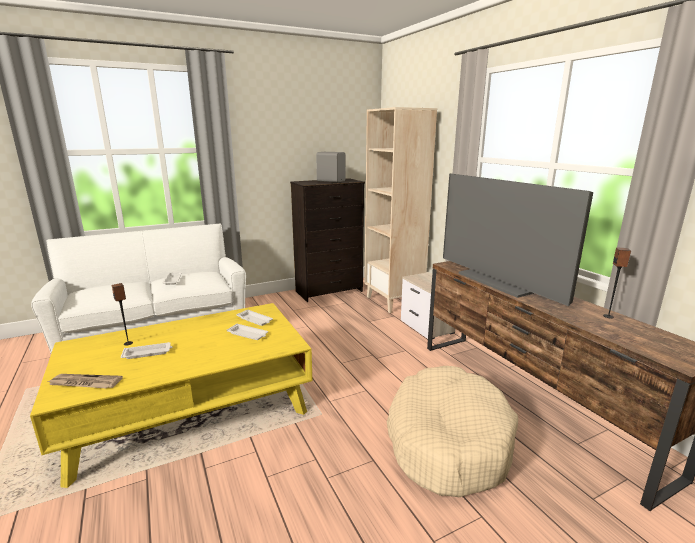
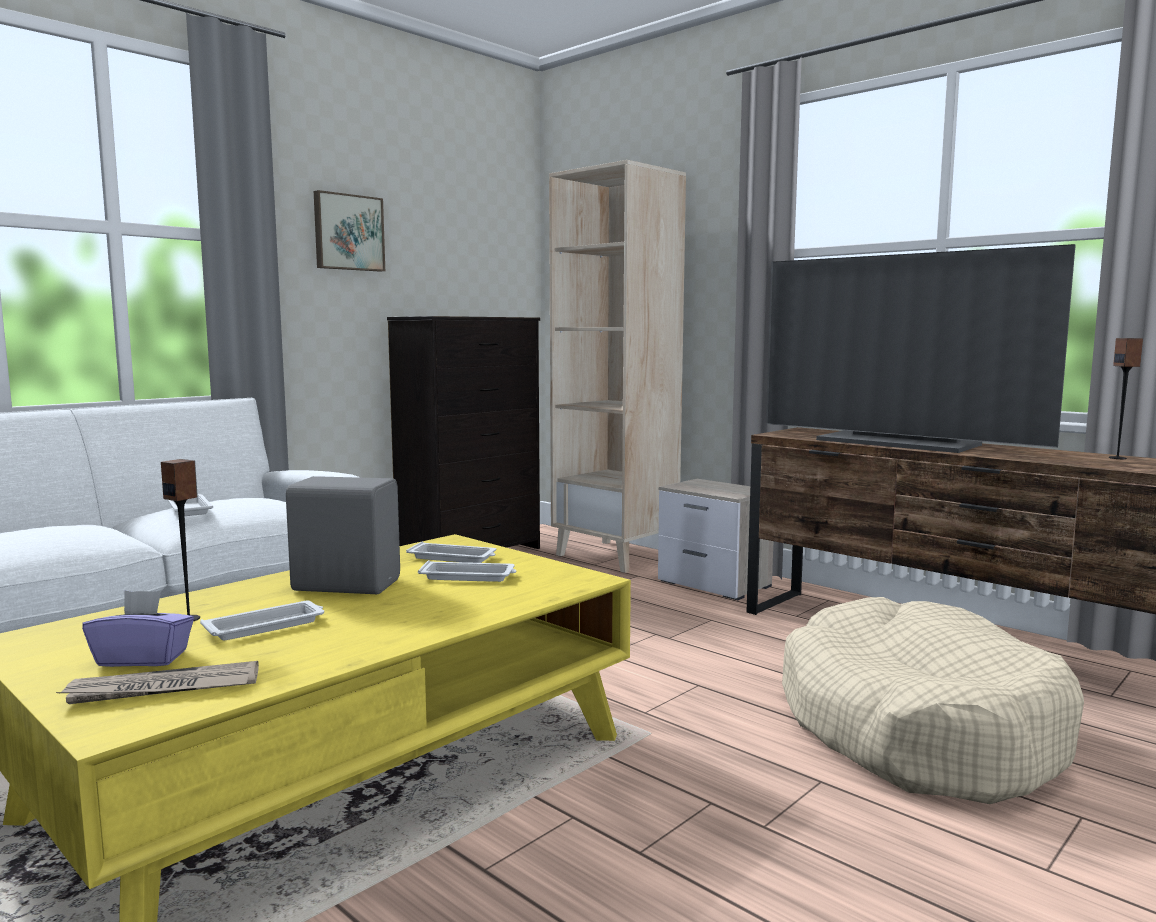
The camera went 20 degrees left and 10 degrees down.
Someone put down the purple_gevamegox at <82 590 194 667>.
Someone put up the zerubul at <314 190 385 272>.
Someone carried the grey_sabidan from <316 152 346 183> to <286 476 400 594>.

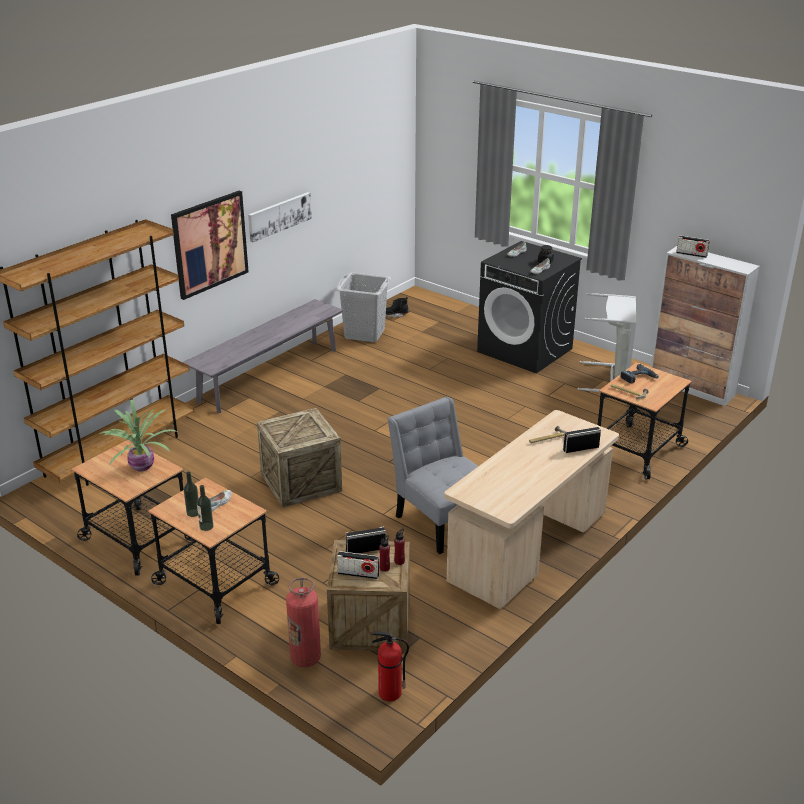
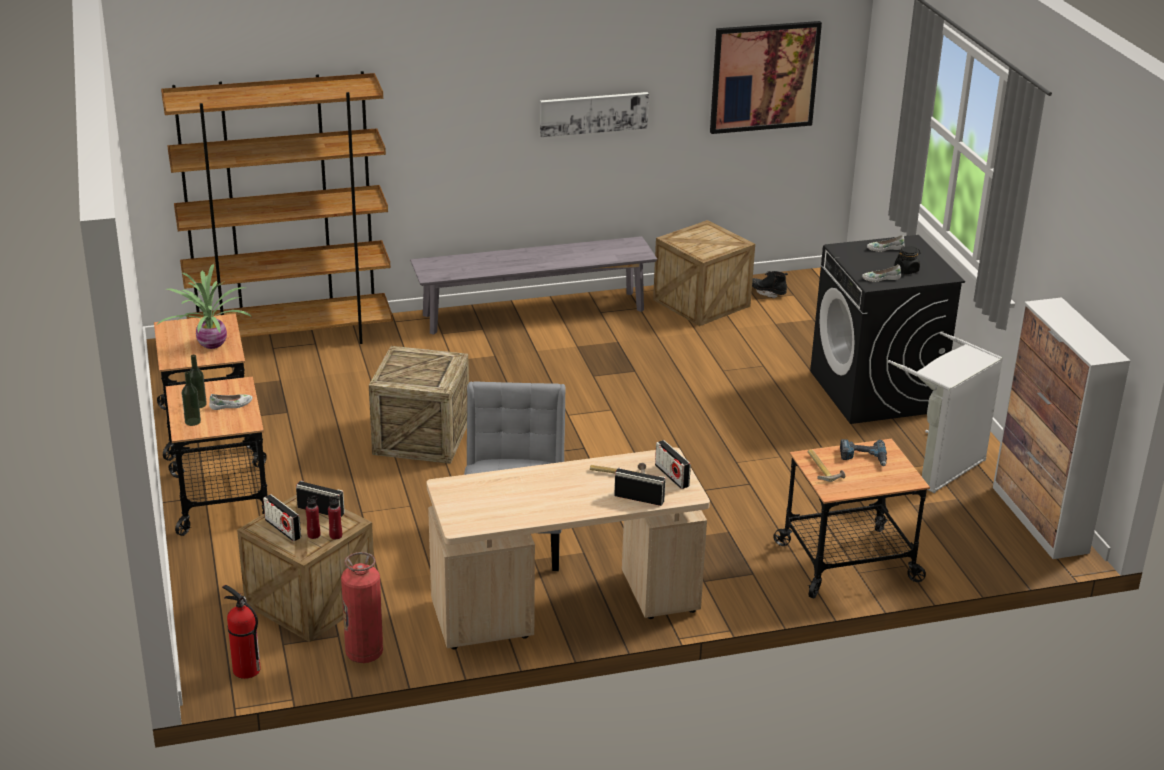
The camera went 35 degrees right and 0 degrees up.
Someone carried the zerubul from <171 191 249 300> to <710 21 822 134>.
Someone carried the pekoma from <286 578 321 667> to <341 552 383 663>.
Someone carried the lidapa from <676 236 710 258> to <655 440 691 489>.
Someone swapped the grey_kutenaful at <336 272 391 342> for the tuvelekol at <653 220 755 326>.

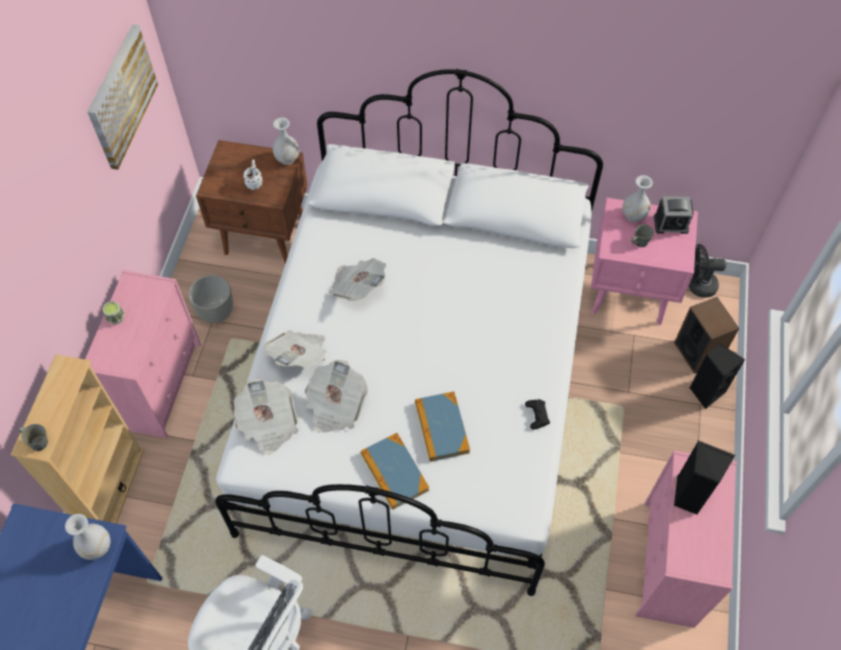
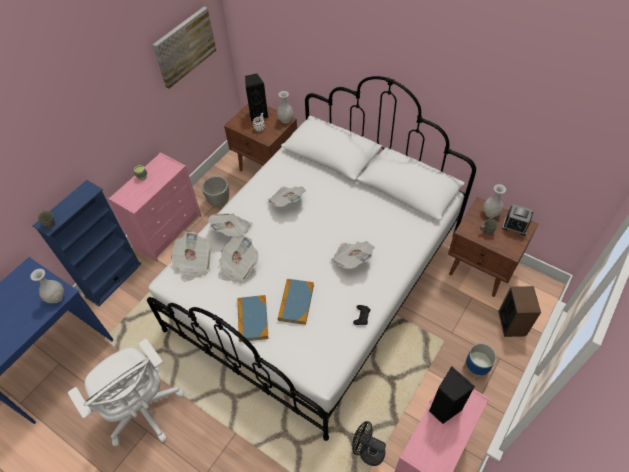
The camera went 25 degrees right and 5 degrees down.
Someone put down the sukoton at <331 242 375 269>.
Someone put down the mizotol at <463 343 496 381>.
Someone carried the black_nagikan from <689 244 726 298> to <352 421 386 466>.
Someone carried the black_sabidan from <689 344 745 409> to <245 74 268 121>.
Someone repainted the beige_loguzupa at <10 354 144 524>, which became the blue_loguzupa at <33 180 141 307>.
Someone repainted the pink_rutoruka at <591 198 698 325>, which became the brown_rutoruka at <448 197 538 297>.

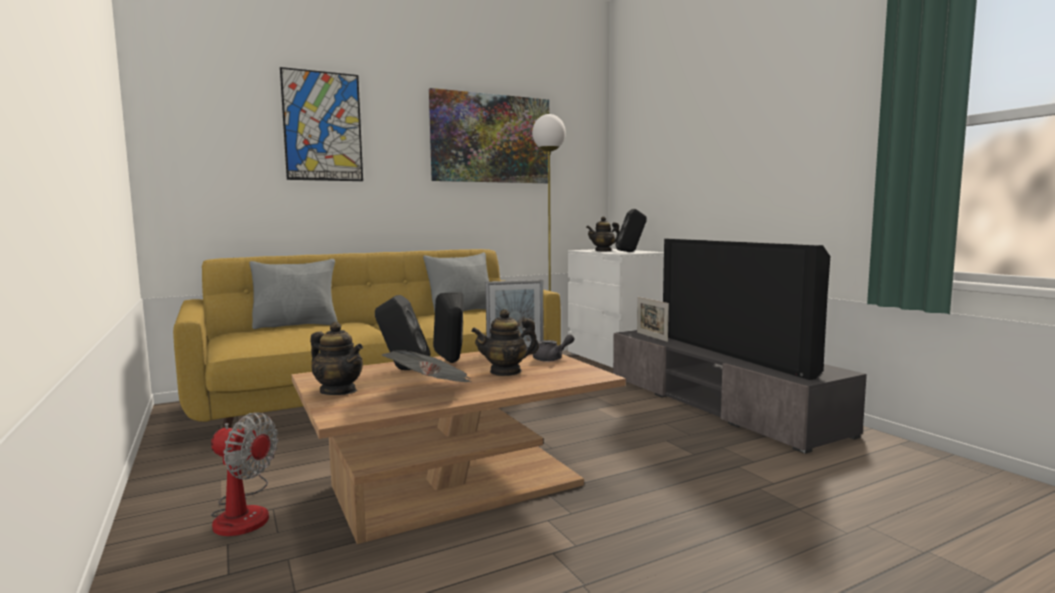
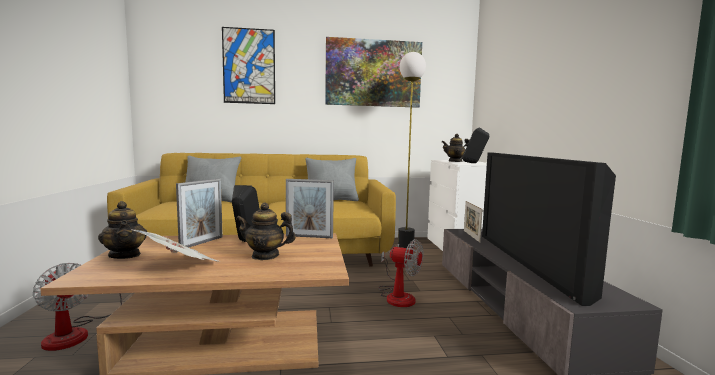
The camera went 20 degrees right and 0 degrees up.
Someone took away the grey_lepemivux at <533 334 575 362>.
Someone put down the nagikan at <378 239 423 307>.
Someone swapped the black_sabidan at <375 295 430 370> for the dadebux at <176 179 223 248>.

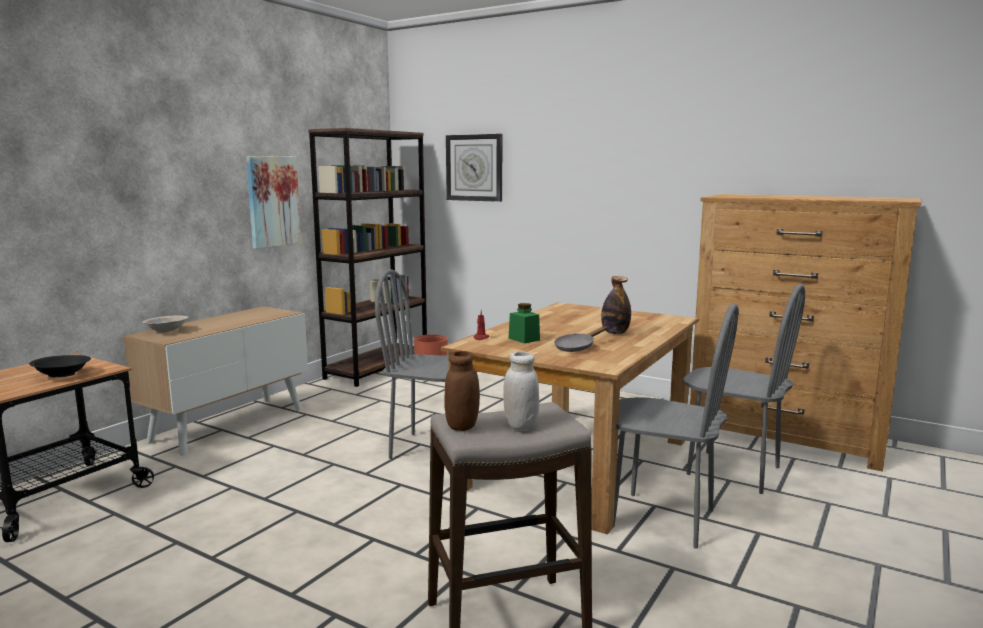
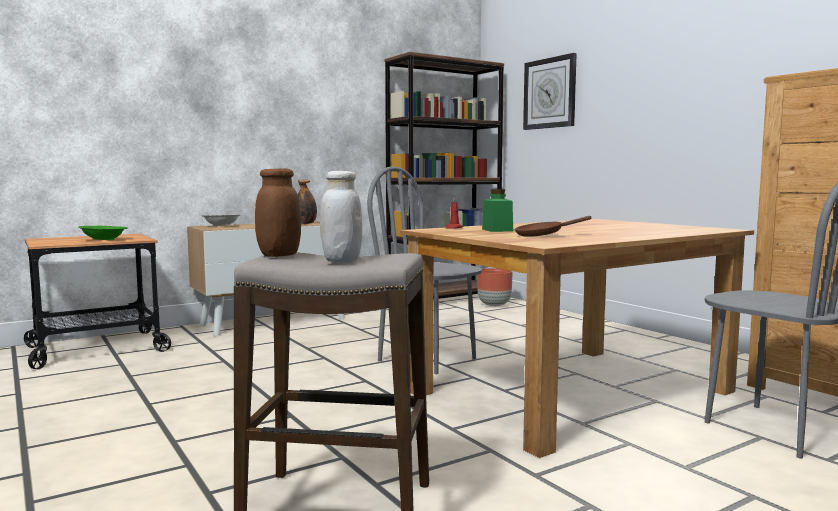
The camera went 25 degrees right and 5 degrees down.
Someone took away the zerubul at <246 156 301 249>.
Someone took away the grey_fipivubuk at <614 303 739 549>.
Someone carried the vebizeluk from <601 276 631 334> to <297 180 317 224>.
Someone repainted the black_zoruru at <29 355 91 377>, which became the green_zoruru at <78 226 128 240>.
Someone repainted the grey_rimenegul at <554 326 608 352>, which became the brown_rimenegul at <515 216 592 237>.

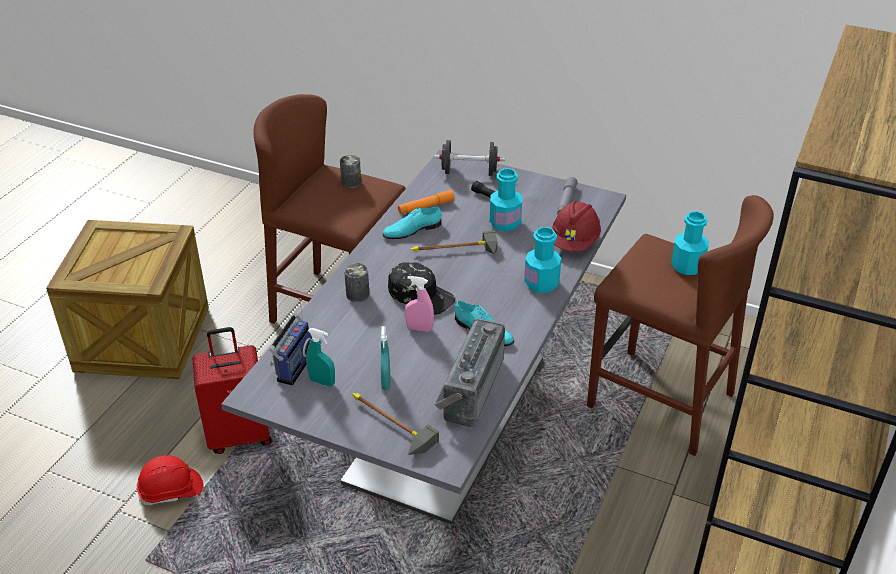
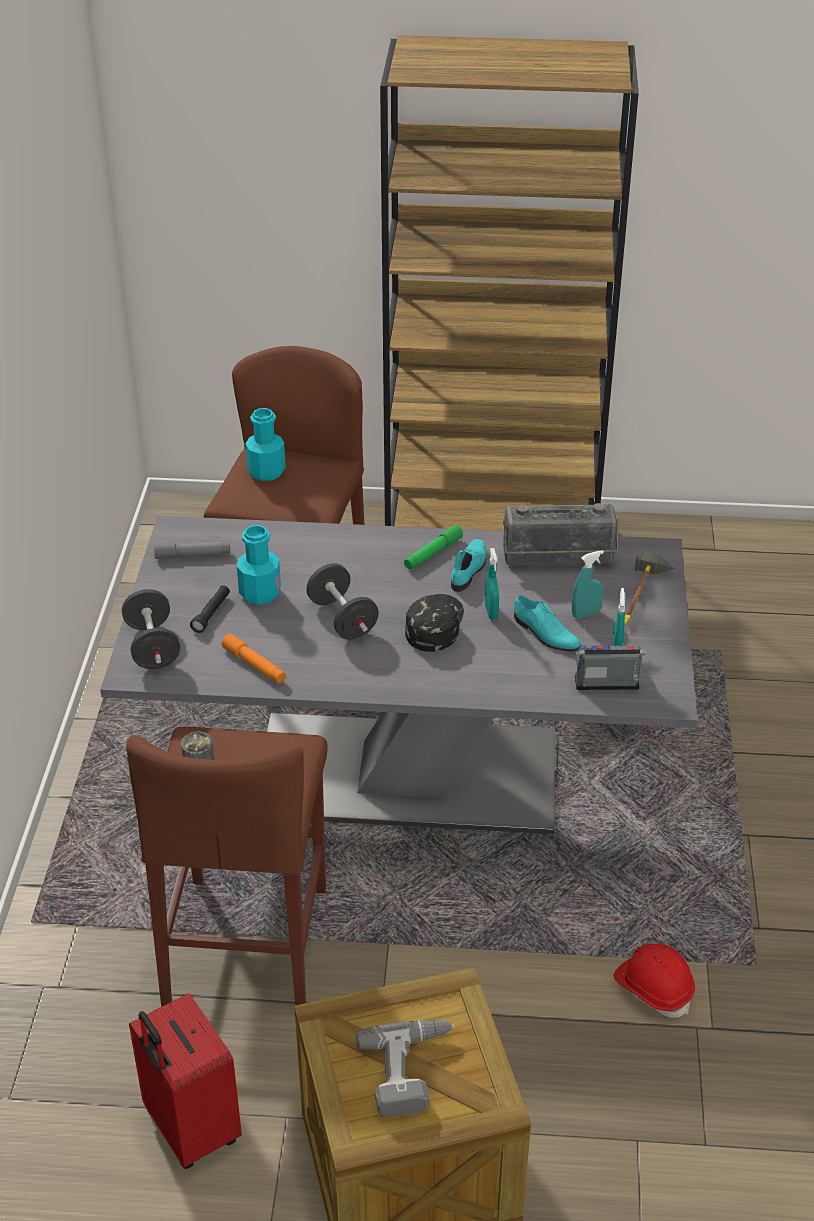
The camera went 110 degrees left and 0 degrees up.
Someone took away the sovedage at <344 263 370 302>.
Someone took away the turquoise_vebizeluk at <524 227 561 293>.
Someone took away the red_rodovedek at <552 201 601 251>.
Someone put down the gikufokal at <356 1020 454 1118>.
Someone put down the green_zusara at <404 525 463 570>.
Someone carried the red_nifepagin from <192 327 272 454> to <129 993 242 1169>.
Someone carried the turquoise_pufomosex from <382 207 442 239> to <514 595 581 651>.
Someone swapped the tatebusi at <409 231 497 254> for the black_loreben at <306 563 379 640>.
Someone repainted the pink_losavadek at <405 276 434 332>, which became the turquoise_losavadek at <485 548 499 620>.

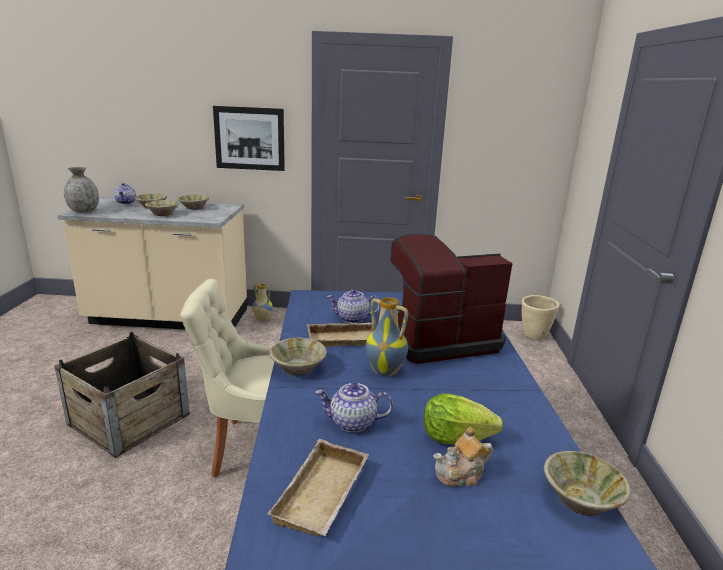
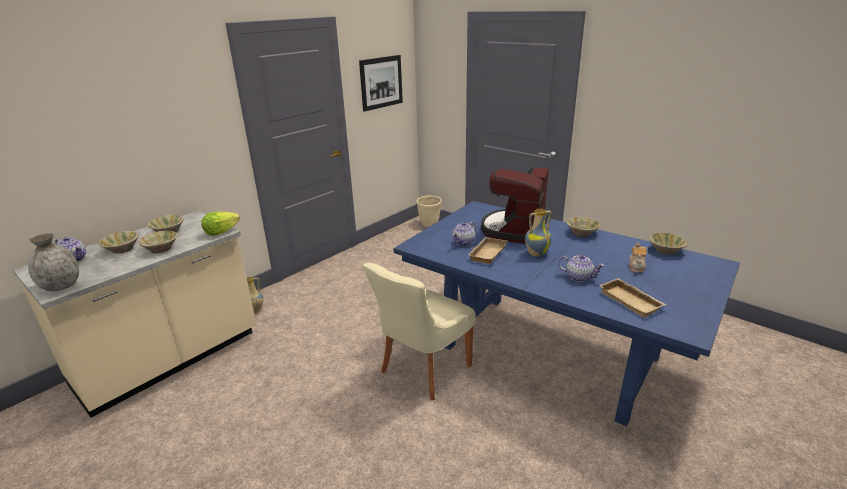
The camera went 50 degrees left and 5 degrees up.
Someone took away the tuvelekol at <54 332 190 458>.
Someone carried the zerubul from <213 106 285 171> to <359 55 403 112>.
Someone carried the beige_zoruru from <269 338 327 376> to <567 217 600 237>.
Someone carried the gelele from <424 393 503 444> to <201 212 240 236>.
Someone rotated the lepemivux at <315 382 393 433> by 105 degrees counterclockwise.

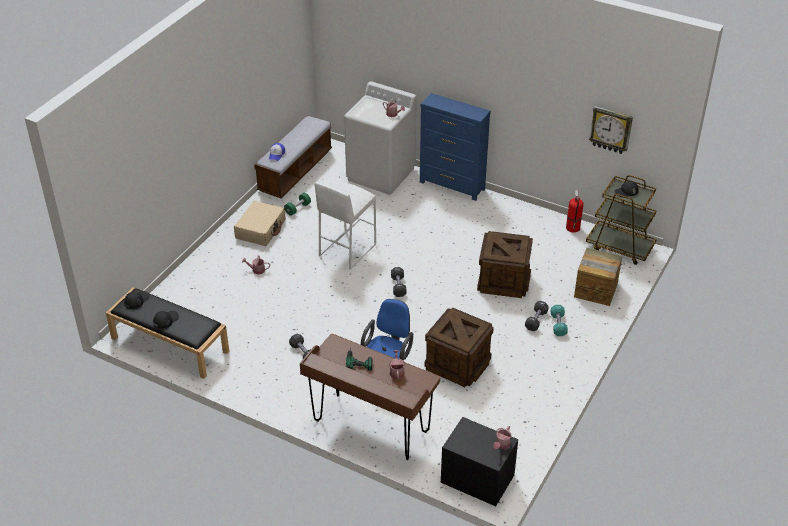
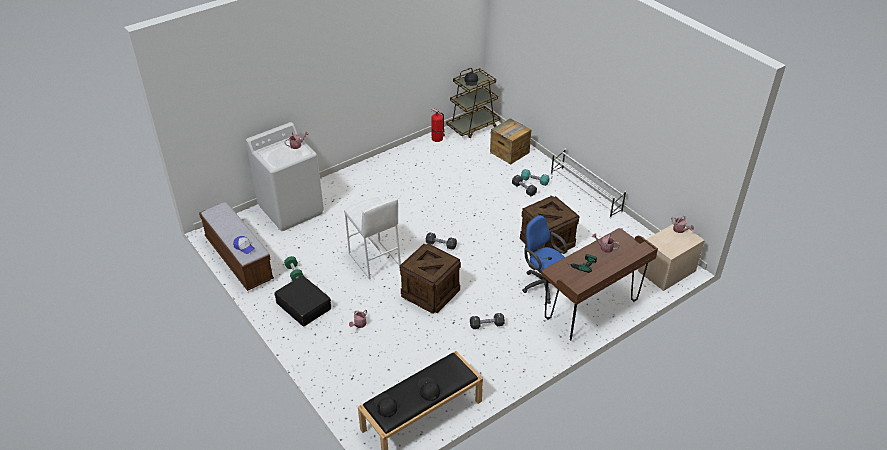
The camera went 65 degrees left and 0 degrees up.
Someone took away the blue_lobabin at <420 93 491 201>.
Someone took away the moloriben at <589 106 633 154>.
Someone put down the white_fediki at <551 148 626 218>.
Someone carried the tuvelekol from <477 231 533 298> to <400 244 461 314>.
Someone repainted the beige_nifepagin at <234 201 285 246>, which became the black_nifepagin at <275 275 331 327>.
Someone repainted the black_rutoruka at <441 417 518 506>, which became the beige_rutoruka at <638 223 705 291>.

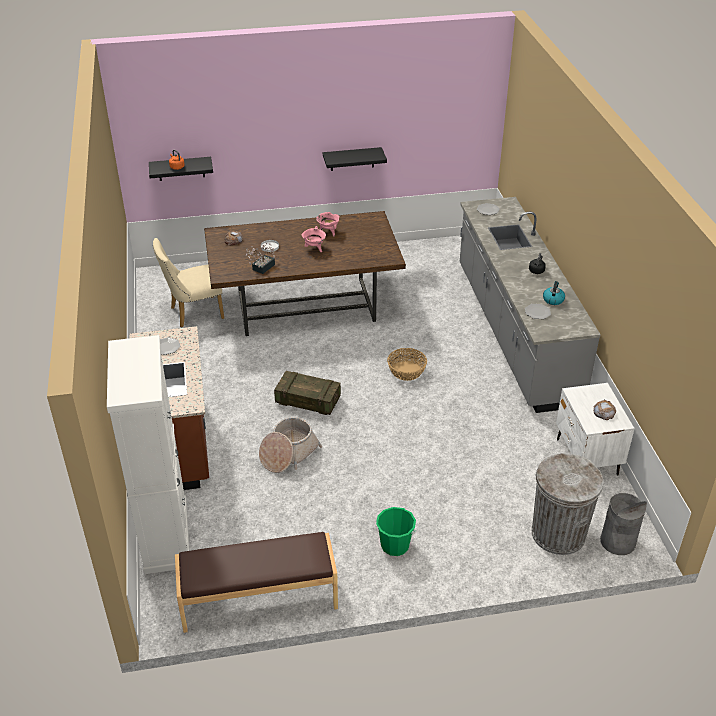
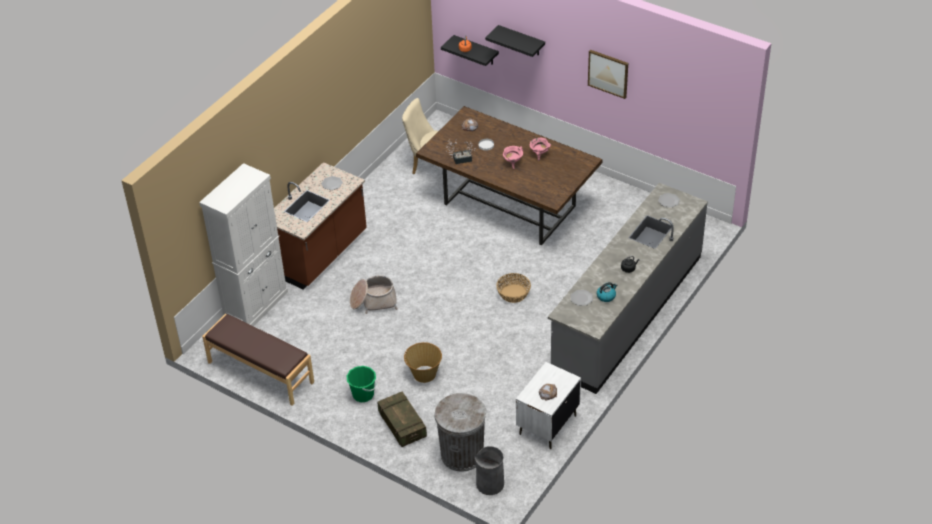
The camera went 45 degrees right and 5 degrees up.
Someone put down the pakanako at <404 342 442 383>.
Someone put up the zerubul at <588 50 628 99>.
Someone carried the tuvelekol from <274 371 341 415> to <377 391 427 447>.
Someone carried the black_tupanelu from <323 147 387 171> to <485 25 545 57>.

